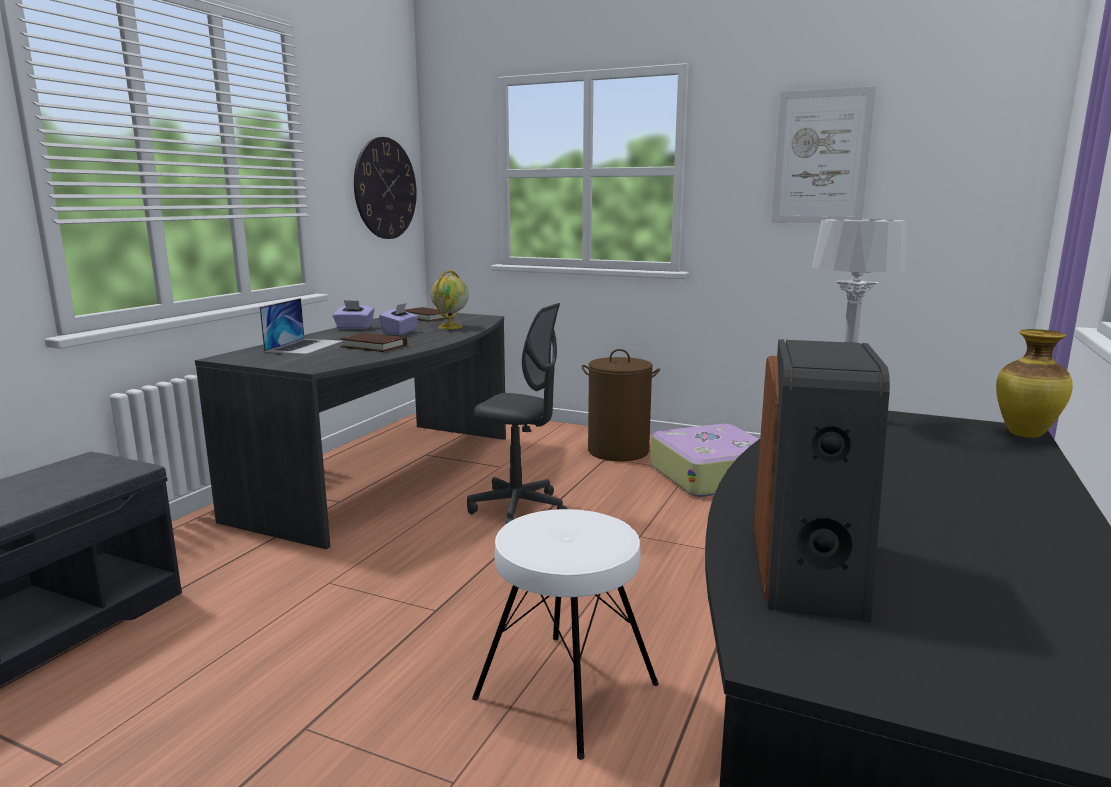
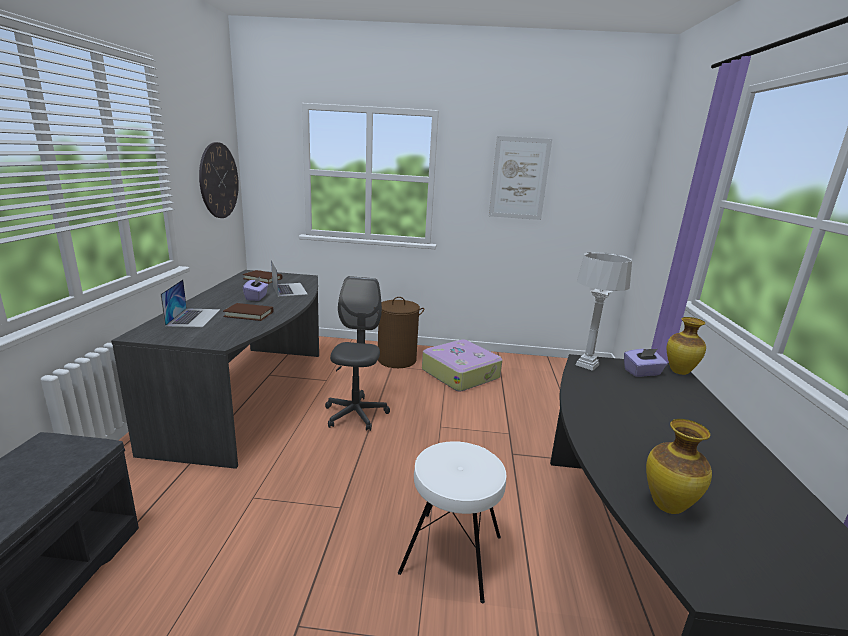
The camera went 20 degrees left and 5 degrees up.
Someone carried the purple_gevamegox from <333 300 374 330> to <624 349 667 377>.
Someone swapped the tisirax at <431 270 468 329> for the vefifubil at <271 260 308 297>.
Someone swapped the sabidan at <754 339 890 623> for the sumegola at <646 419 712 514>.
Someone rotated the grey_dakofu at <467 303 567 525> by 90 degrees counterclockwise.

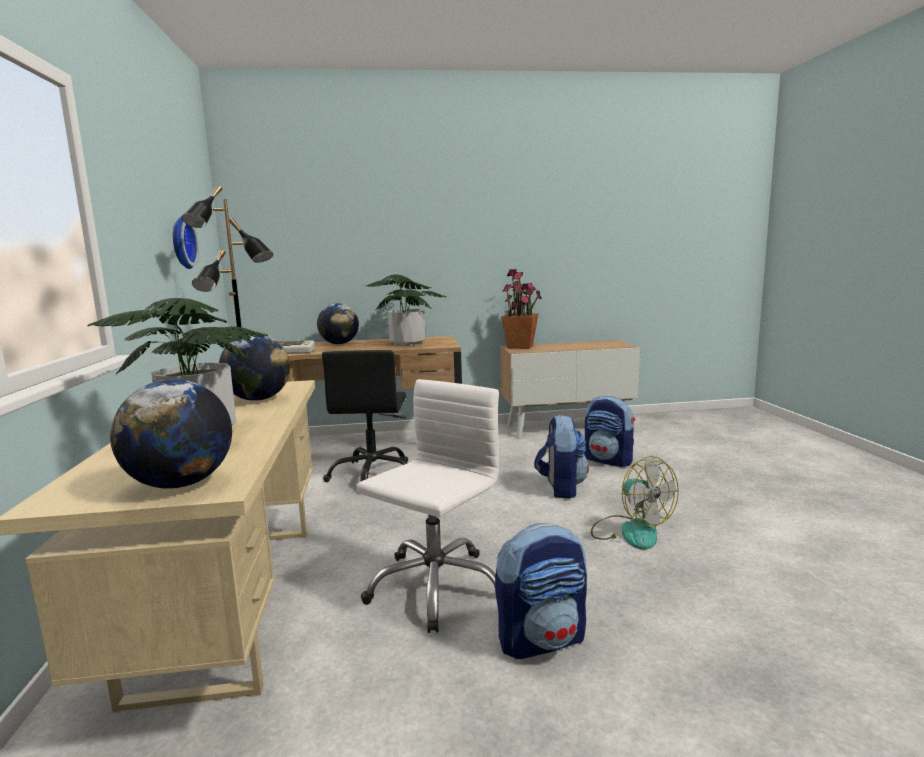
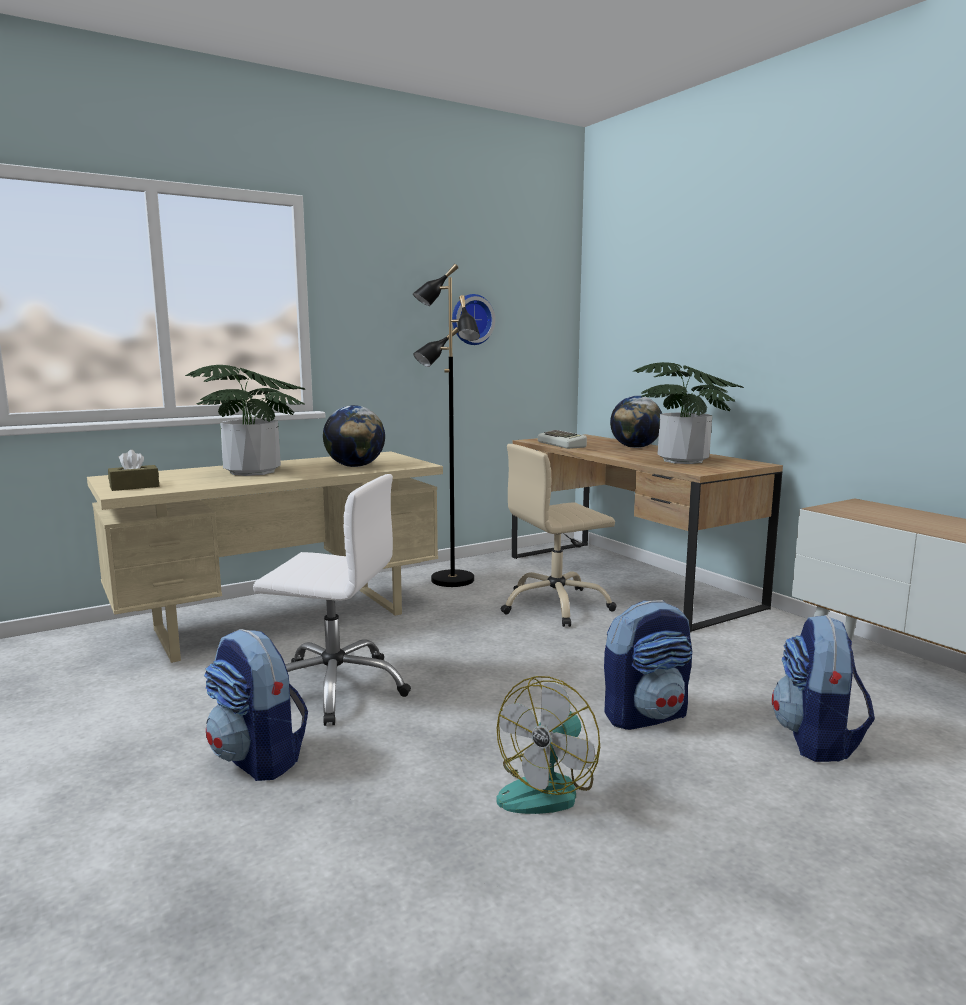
The camera went 65 degrees right and 0 degrees up.
Someone took away the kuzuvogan at <501 269 542 349>.
Someone swapped the tisirax at <110 379 232 489> for the brown_gevamegox at <108 450 159 491>.
Someone repainted the black_dakofu at <322 350 408 482>, which became the beige_dakofu at <501 444 617 627>.

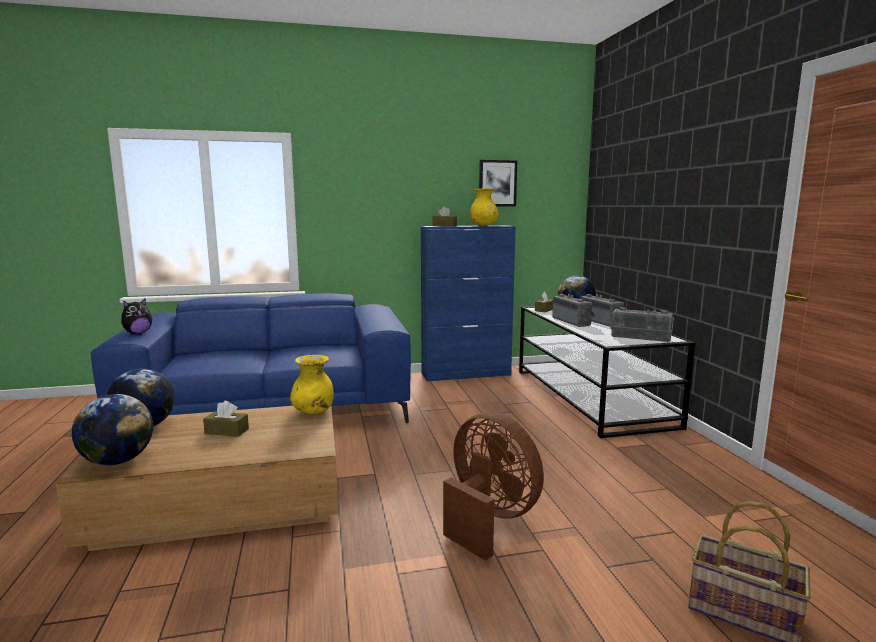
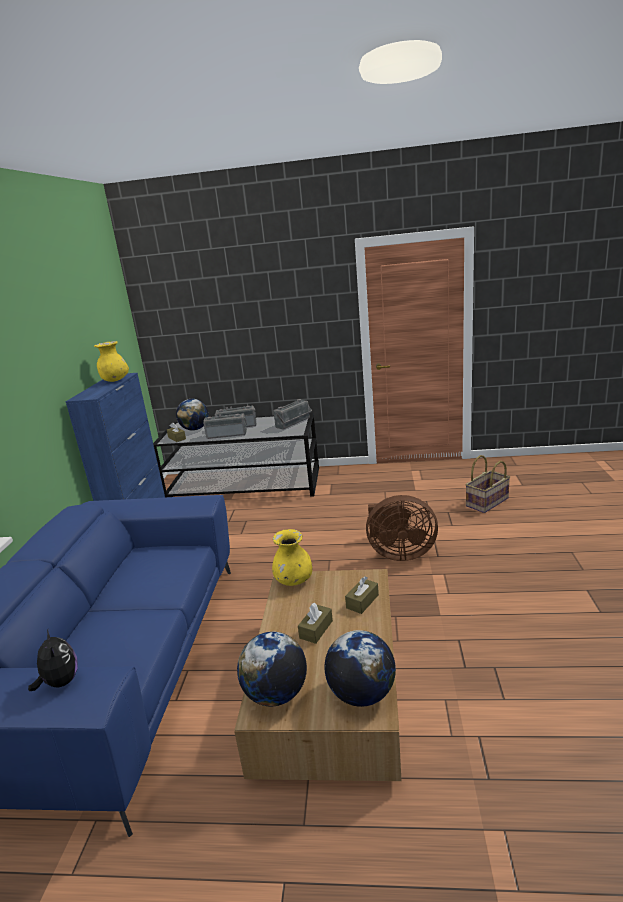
The camera went 70 degrees left and 10 degrees up.
Someone took away the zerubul at <479 160 517 207>.
Someone carried the brown_gevamegox from <432 206 457 226> to <345 576 379 614>.
Someone rotated the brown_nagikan at <443 412 544 561> by 150 degrees counterclockwise.

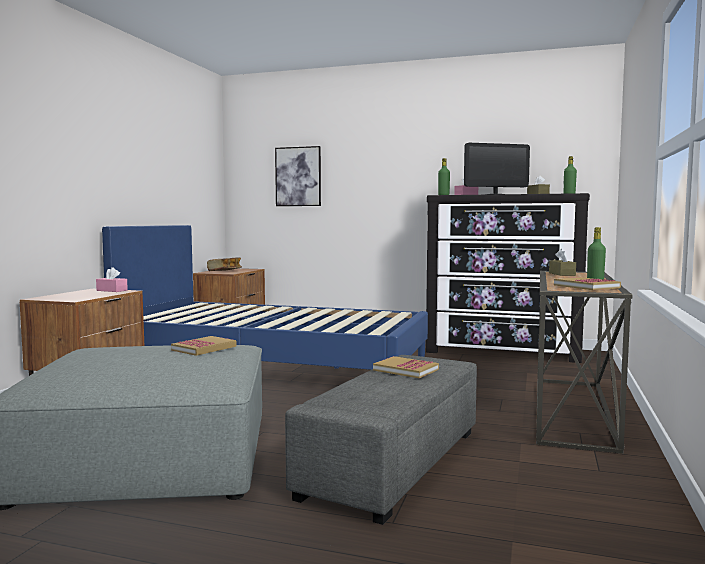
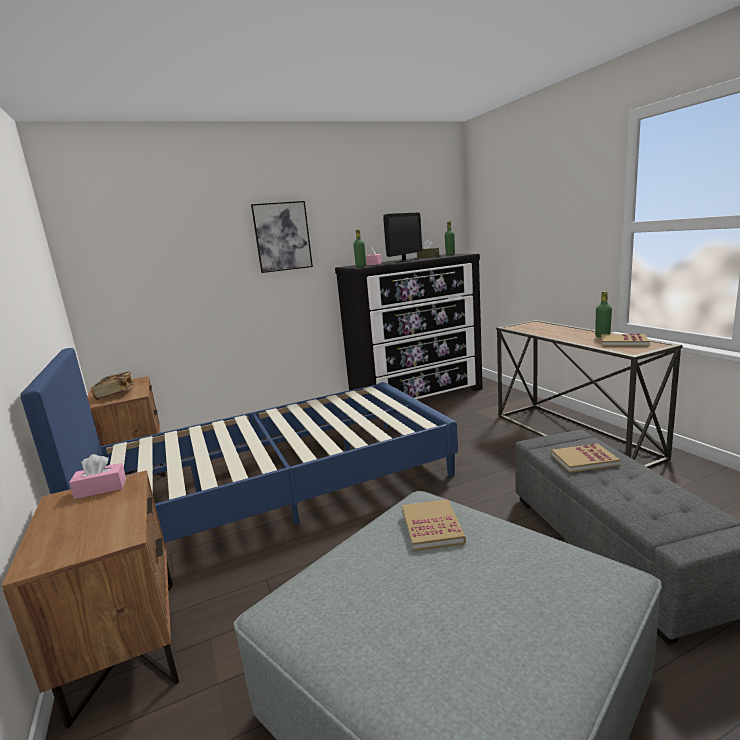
The camera went 40 degrees left and 10 degrees up.
Someone took away the brown_gevamegox at <549 249 576 276>.
Someone carried the zerubul from <275 146 321 206> to <251 201 313 273>.

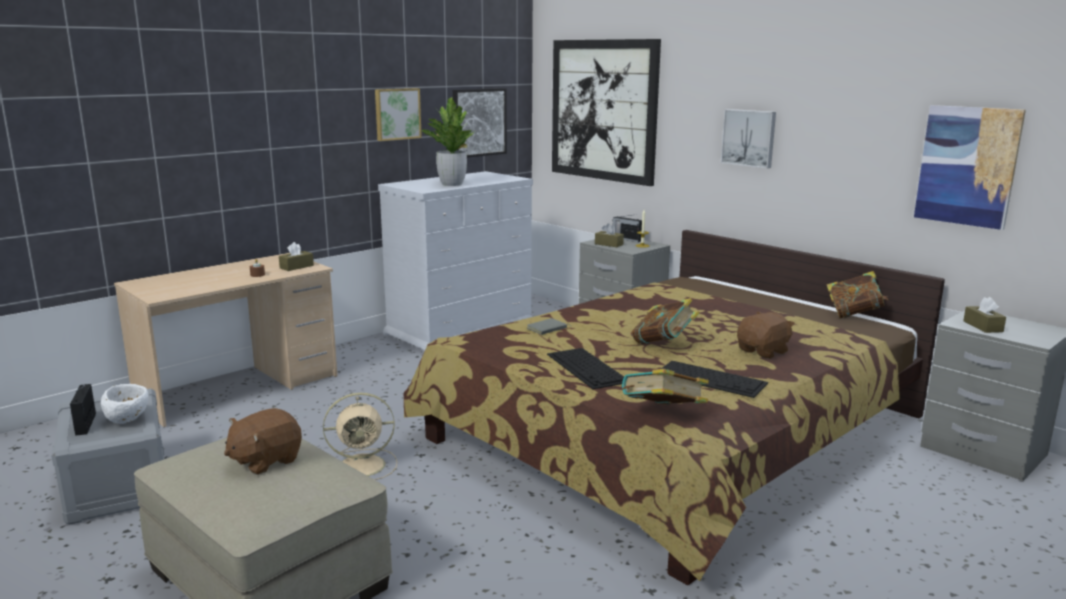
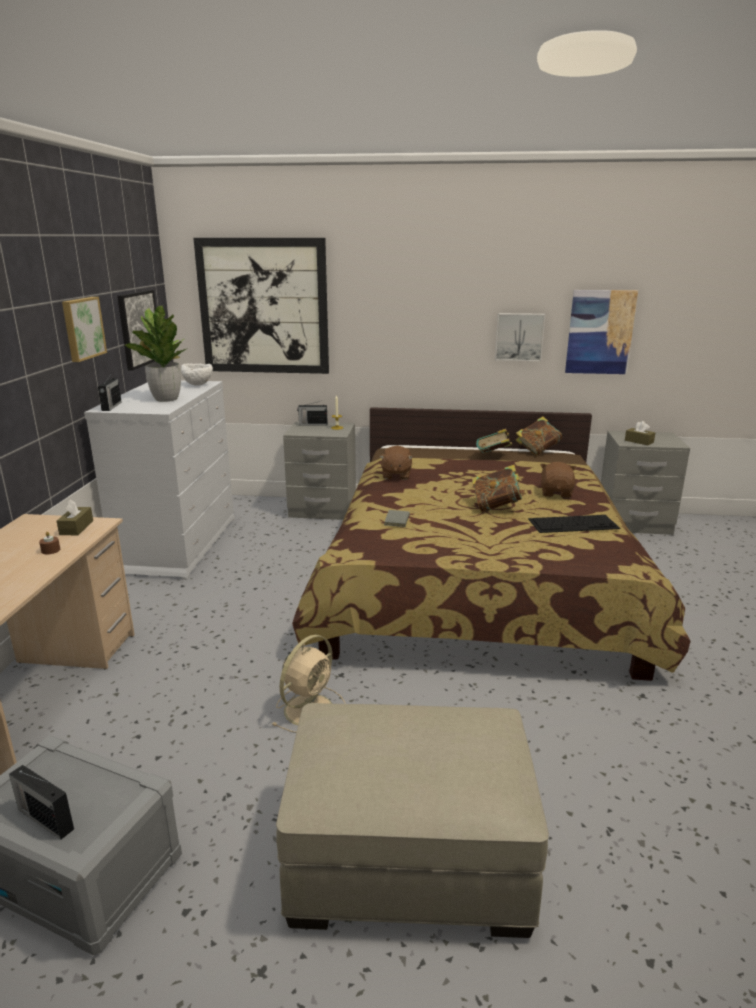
The camera went 40 degrees left and 5 degrees up.
Someone took away the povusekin at <547 348 624 389>.
Someone took away the brown_gevamegox at <595 223 624 247>.
Someone put down the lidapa at <98 373 122 411>.
Someone carried the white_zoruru from <101 384 149 424> to <181 363 213 386>.
Someone carried the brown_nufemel from <224 408 302 475> to <379 446 413 480>.
Someone carried the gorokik from <622 369 709 405> to <476 429 512 453>.
Someone carried the zerubul from <721 109 776 169> to <495 313 545 361>.

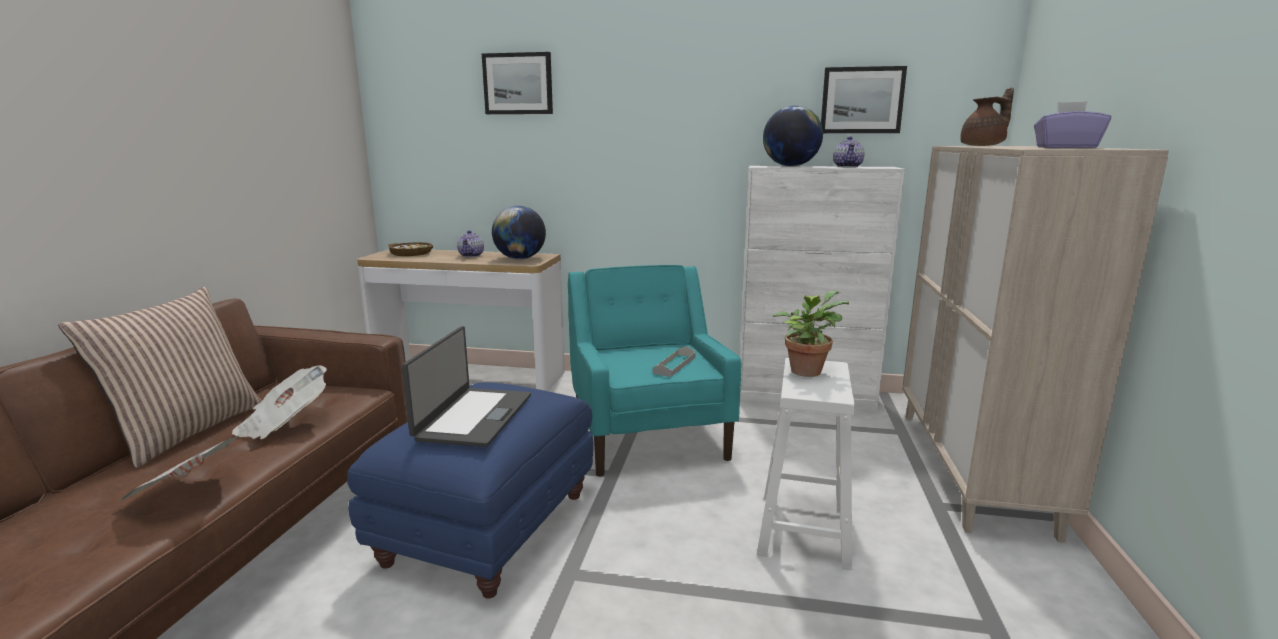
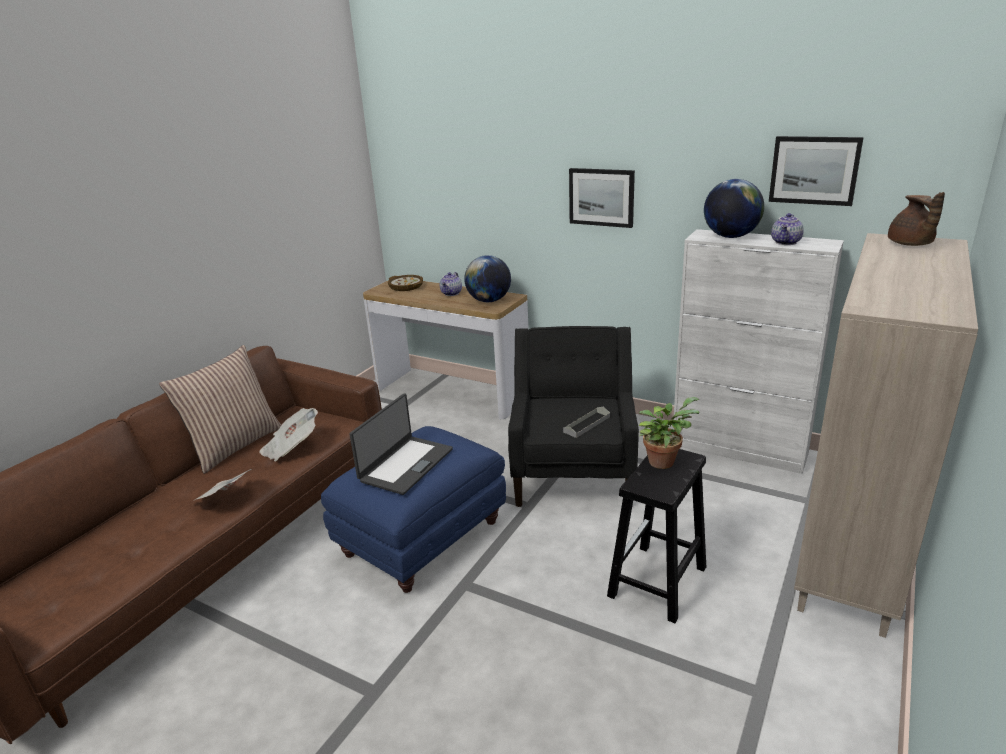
The camera went 20 degrees right and 10 degrees up.
Someone took away the purple_gevamegox at <1034 101 1111 148>.
Someone carried the zerubul from <482 52 553 114> to <569 168 635 228>.
Someone repainted the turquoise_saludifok at <568 265 741 476>, which became the black_saludifok at <508 326 639 507>.
Someone repainted the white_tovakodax at <757 358 855 570>, which became the black_tovakodax at <607 449 706 623>.
Someone rotated the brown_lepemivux at <960 88 1014 146> by 90 degrees clockwise.

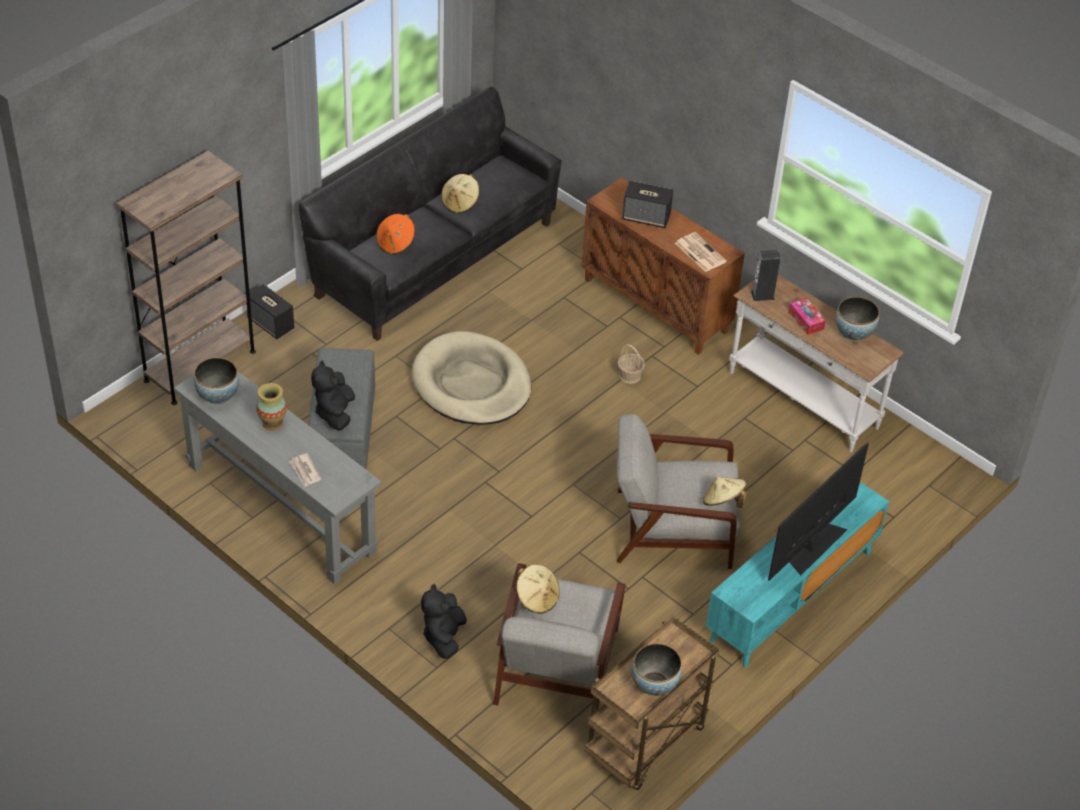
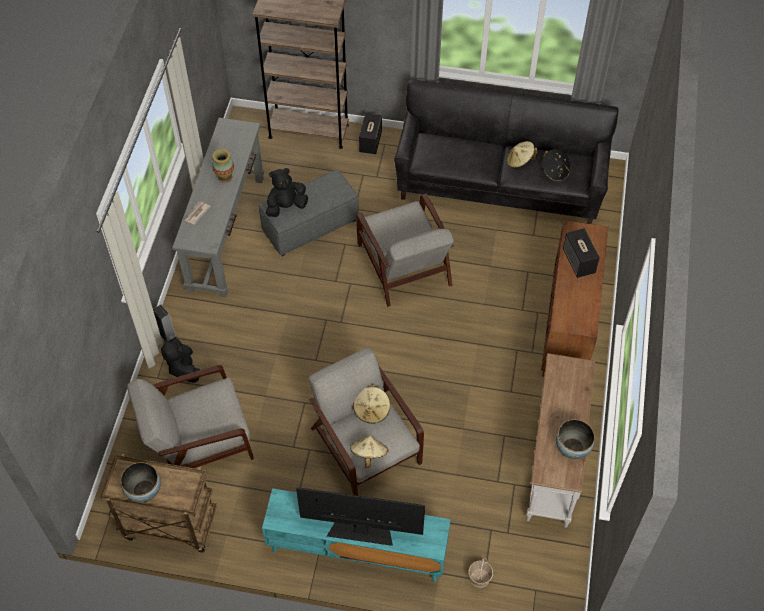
The camera went 60 degrees right and 10 degrees up.
Someone took away the zoruru at <194 358 239 405>.
Someone took away the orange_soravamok at <376 214 415 255>.
Someone took away the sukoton at <675 232 727 272>.
Someone took away the gevamegox at <788 298 826 335>.
Someone put down the black_soravamok at <542 149 571 182>.
Someone carried the beige_soravamok from <516 564 560 614> to <353 385 390 424>.
Someone carried the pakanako from <618 344 645 384> to <468 557 493 588>.
Someone carried the sabidan from <751 250 781 301> to <153 305 177 342>.
Someone swapped the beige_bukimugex at <412 331 532 425> for the grey_saludifok at <356 193 454 307>.
Someone rotated the black_nufemel at <421 584 467 659> by 90 degrees counterclockwise.

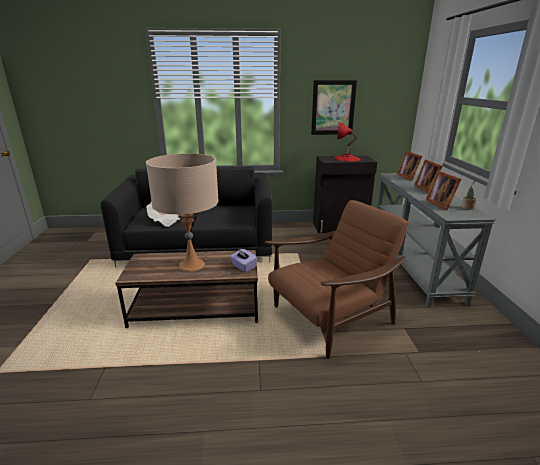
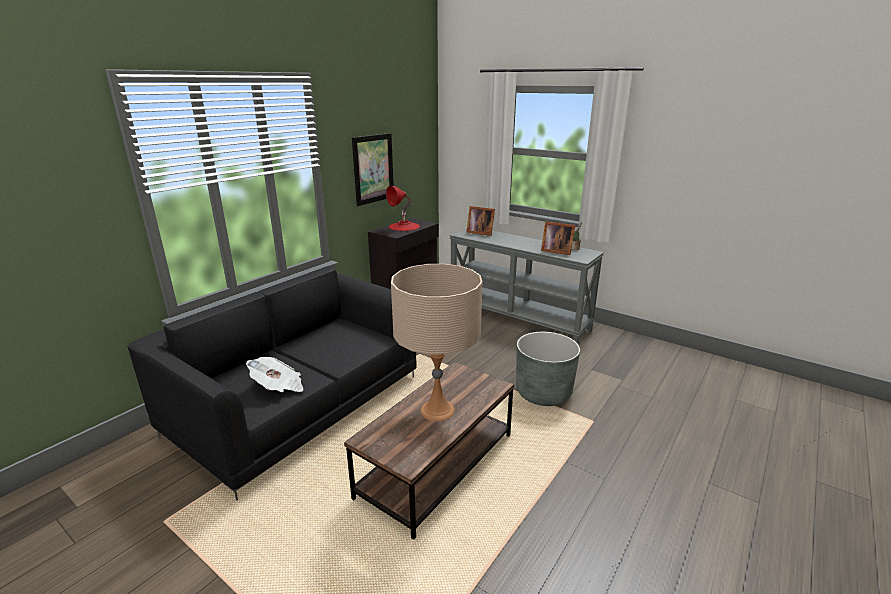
The camera went 50 degrees left and 0 degrees up.
Someone took away the purple_gevamegox at <230 249 257 272>.
Someone took away the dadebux at <414 159 443 193>.
Someone swapped the brown_saludifok at <265 200 409 359> for the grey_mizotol at <516 332 580 406>.

